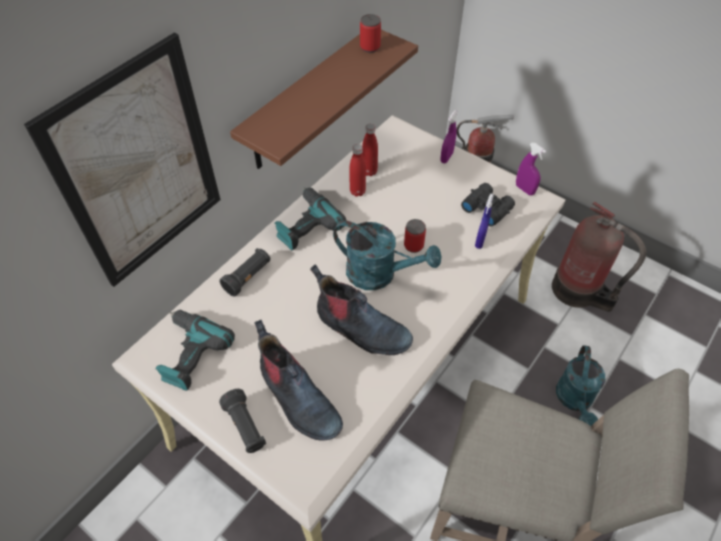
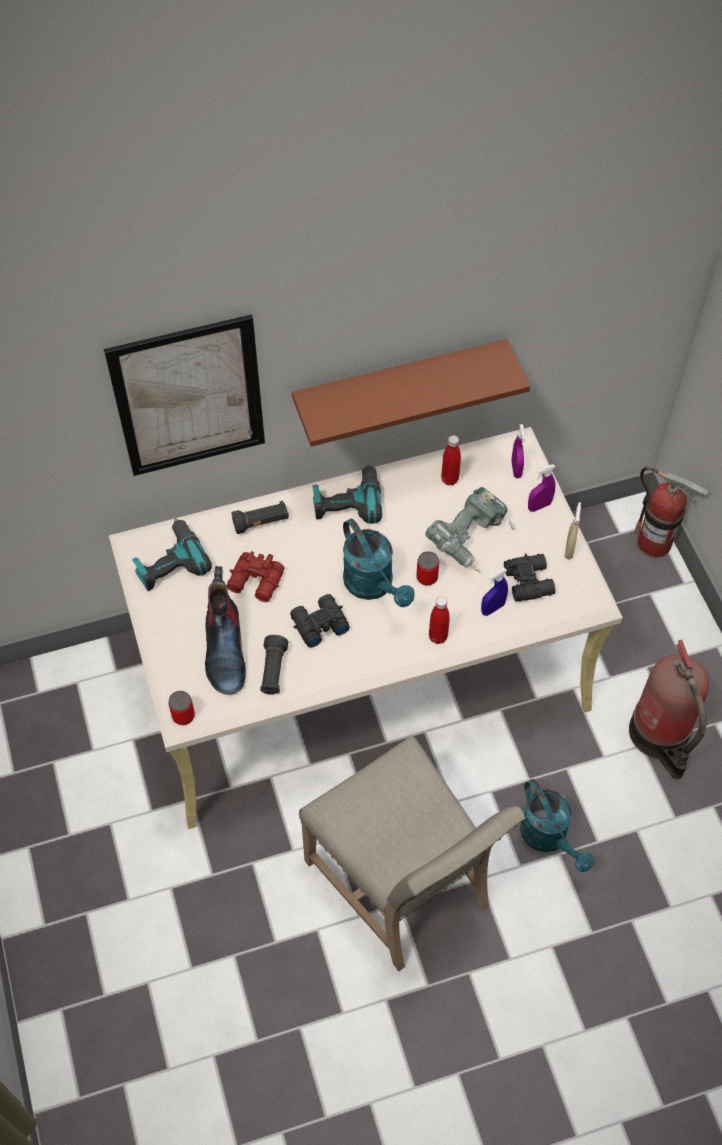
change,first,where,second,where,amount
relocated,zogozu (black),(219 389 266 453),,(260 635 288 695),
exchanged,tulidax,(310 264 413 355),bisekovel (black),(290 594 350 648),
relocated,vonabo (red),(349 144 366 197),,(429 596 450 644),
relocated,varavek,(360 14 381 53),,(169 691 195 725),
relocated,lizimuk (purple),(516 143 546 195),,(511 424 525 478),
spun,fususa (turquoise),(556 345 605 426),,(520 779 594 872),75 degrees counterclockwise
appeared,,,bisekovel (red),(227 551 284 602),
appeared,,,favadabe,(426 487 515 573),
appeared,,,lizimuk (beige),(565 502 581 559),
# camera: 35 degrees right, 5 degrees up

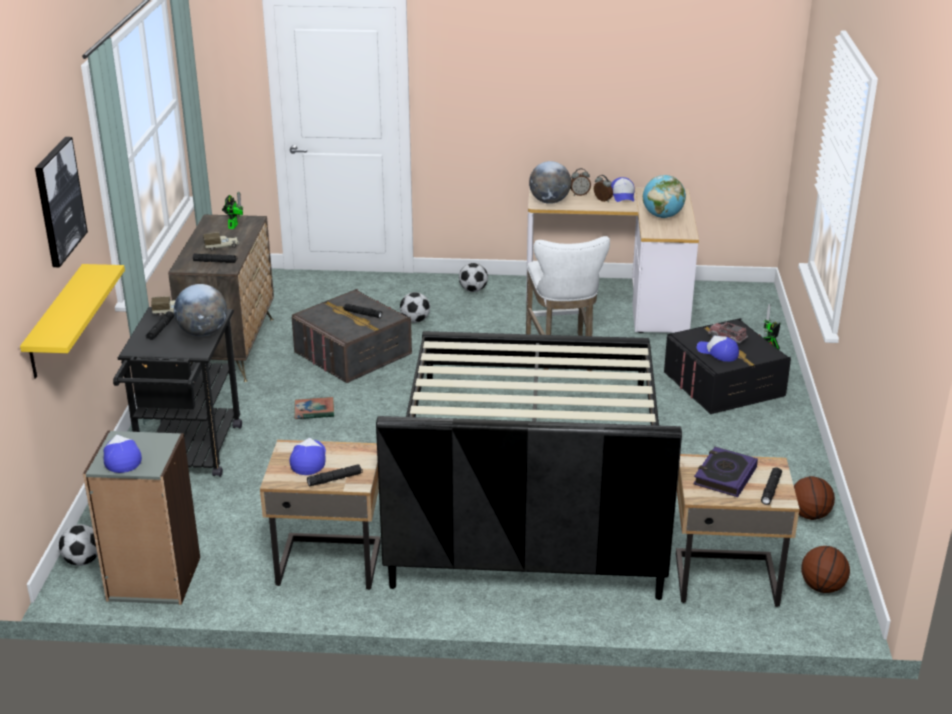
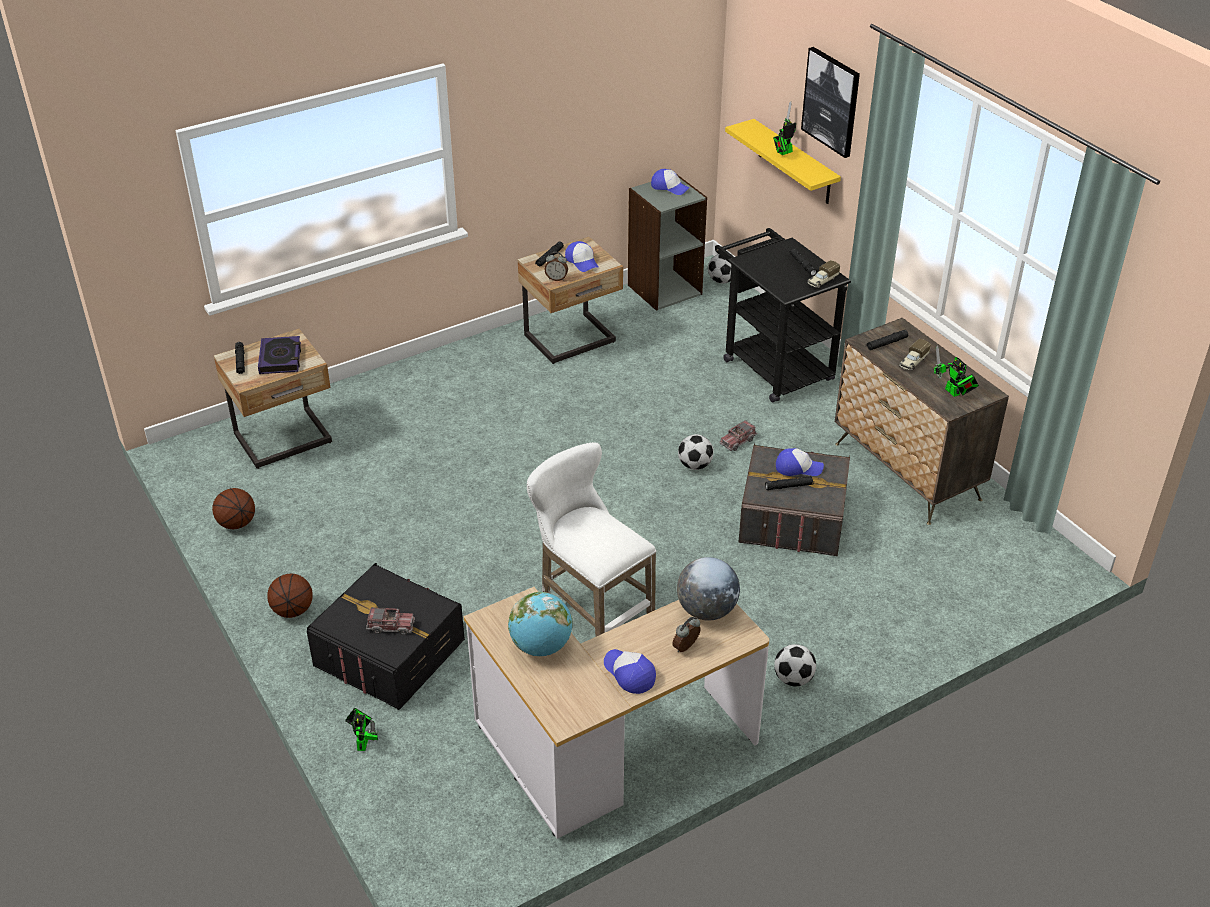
change,first,where,second,where,amount
missing,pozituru,(174 284 227 336),,,
exchanged,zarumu,(294 397 334 419),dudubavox,(720 420 757 451),
missing,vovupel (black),(376 331 682 600),,,
relocated,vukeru,(400 292 430 323),,(678 434 714 470),
relocated,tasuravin,(594 175 613 202),,(544 252 568 281),
relocated,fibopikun,(697 336 739 362),,(776 448 824 476),
relocated,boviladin,(801 546 850 593),,(267 574 313 618),
appeared,,,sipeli,(773 101 796 155),
# camera: 145 degrees right, 10 degrees up

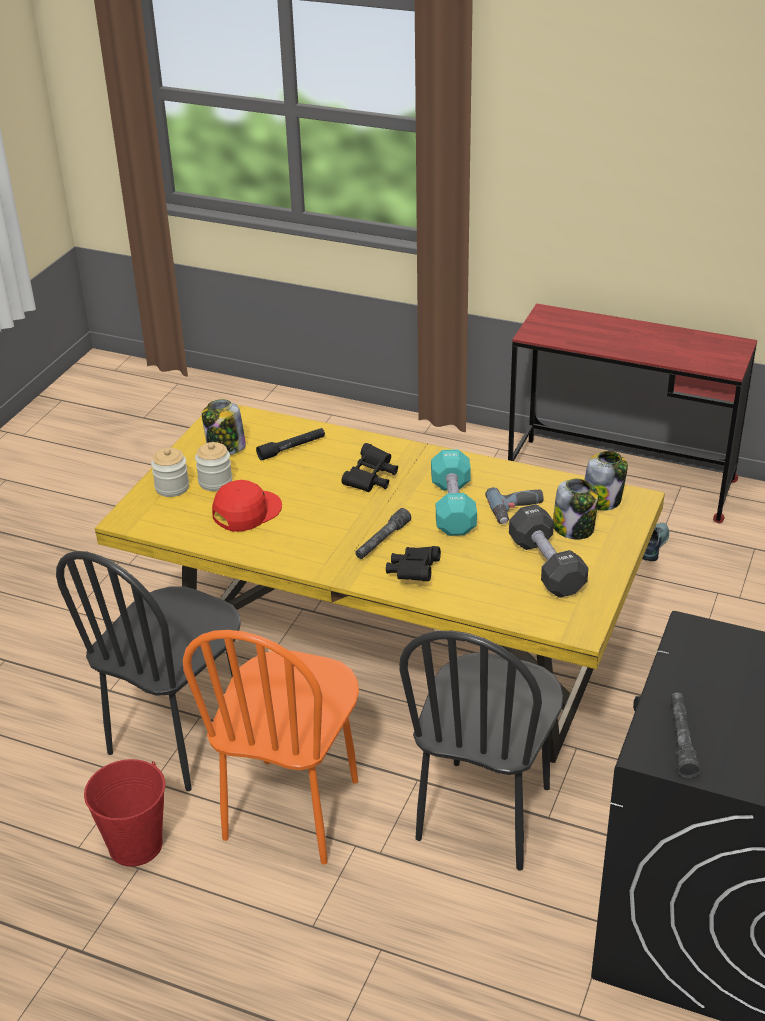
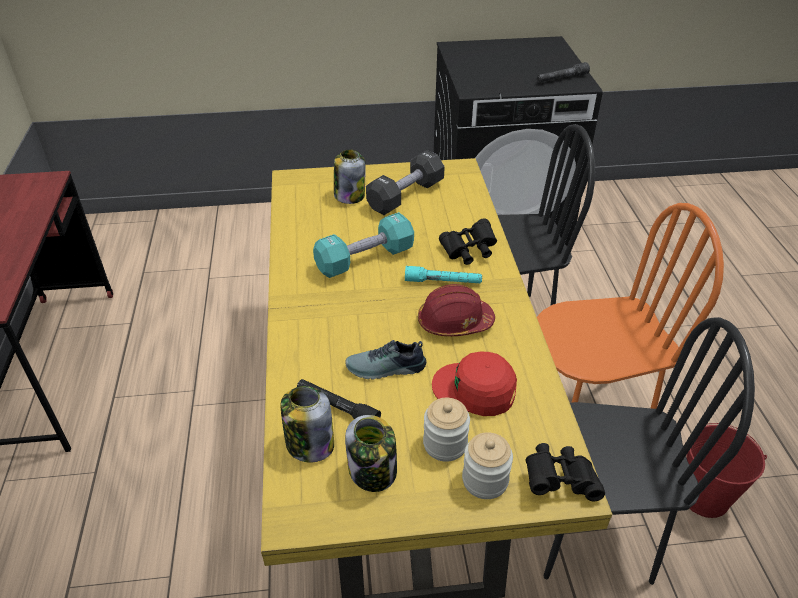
change,first,where,second,where,amount
relocated,bisekovel (black),(341 443 398 492),,(525 443 605 502),
colour,zogozu (grey),(355 508 411 559),zogozu (turquoise),(405 266 482 283),
missing,favadabe,(485 487 544 524),,,
relocated,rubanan,(584 451 628 511),,(280 386 334 462),
relocated,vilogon,(642 523 669 561),,(346 340 426 379),
appeared,,,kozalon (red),(418 284 495 336),
# camera: 120 degrees left, 5 degrees up

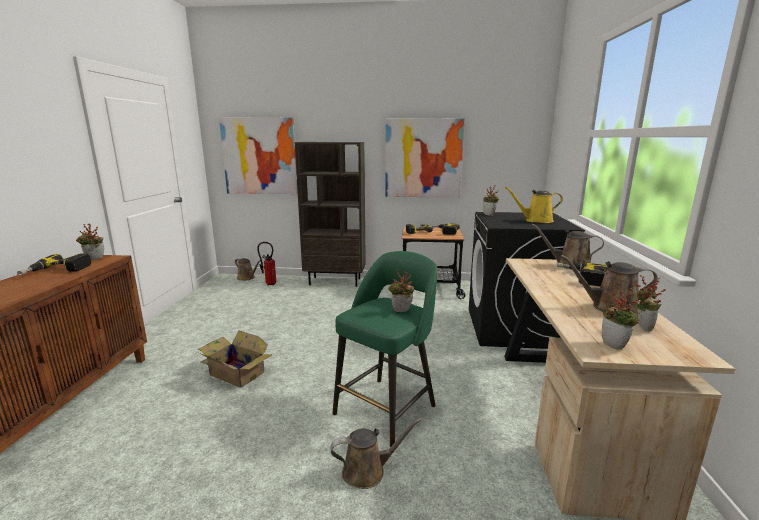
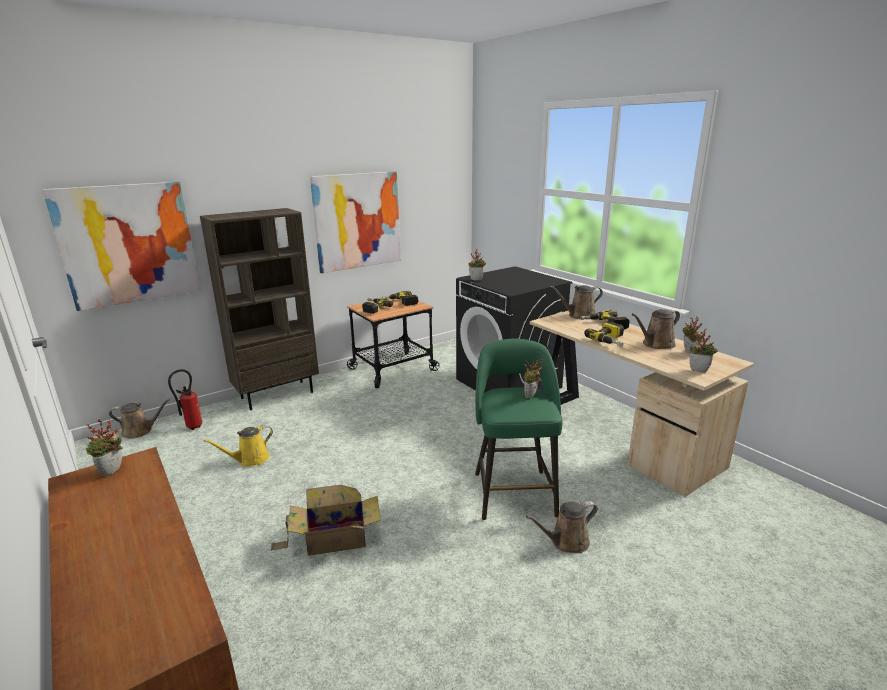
change,first,where,second,where,amount
relocated,favadabe,(17 253 91 276),,(584 321 624 347),
spun,fususa (brown),(331 419 421 489),,(526 501 597 553),150 degrees counterclockwise
relocated,fususa (yellow),(505 187 563 223),,(204 425 273 467),
# camera: 40 degrees left, 5 degrees up

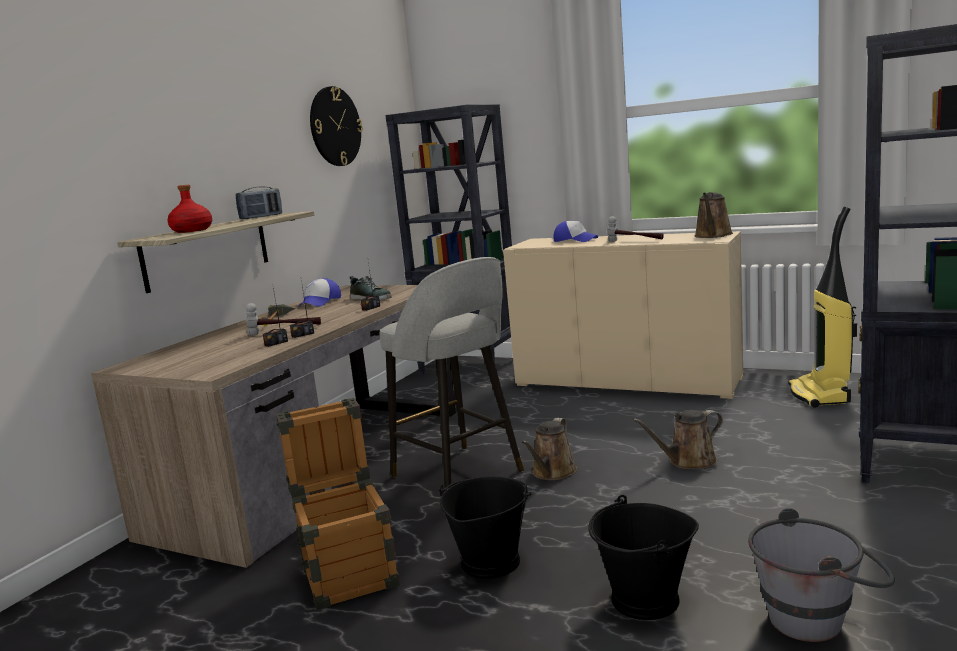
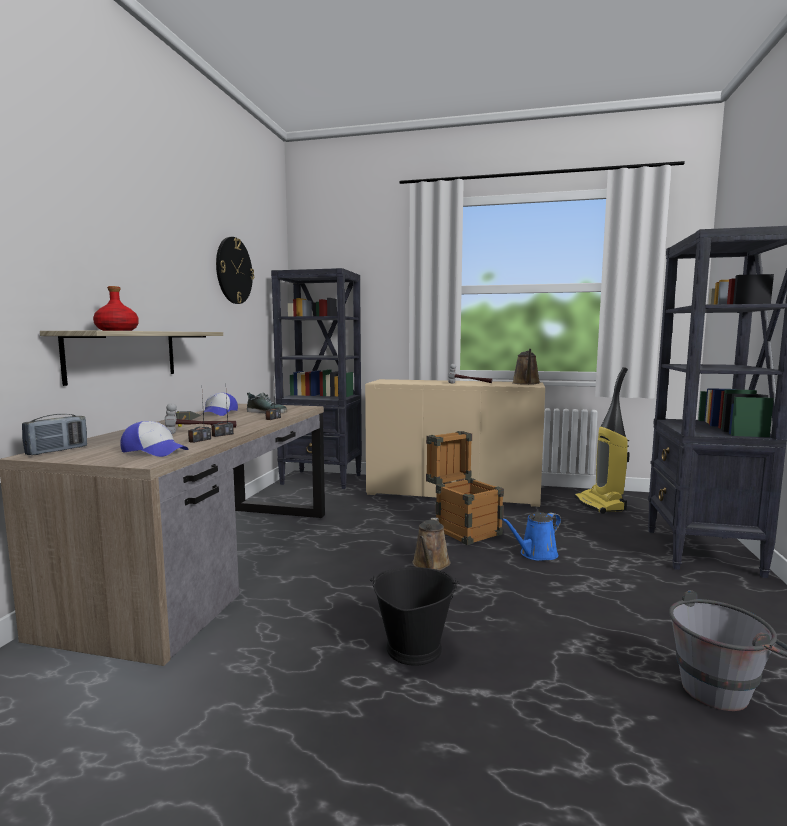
change,first,where,second,where,amount
relocated,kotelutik,(235 187 282 219),,(22 414 87 455),
relocated,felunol,(276 398 400 610),,(426 431 504 545),
missing,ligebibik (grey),(380 257 524 490),,,
relocated,fibopikun,(553 221 598 242),,(120 421 188 457),
missing,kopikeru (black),(588 495 699 620),,,
colour,fususa (brown),(632 410 723 469),fususa (blue),(501 512 561 561),
# camera: 15 degrees left, 5 degrees down

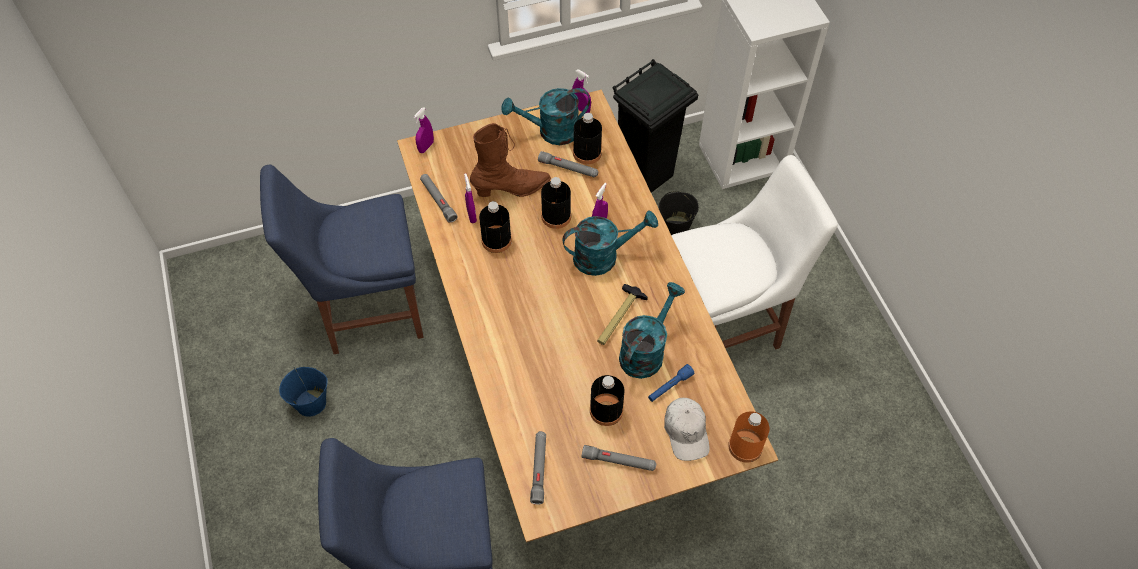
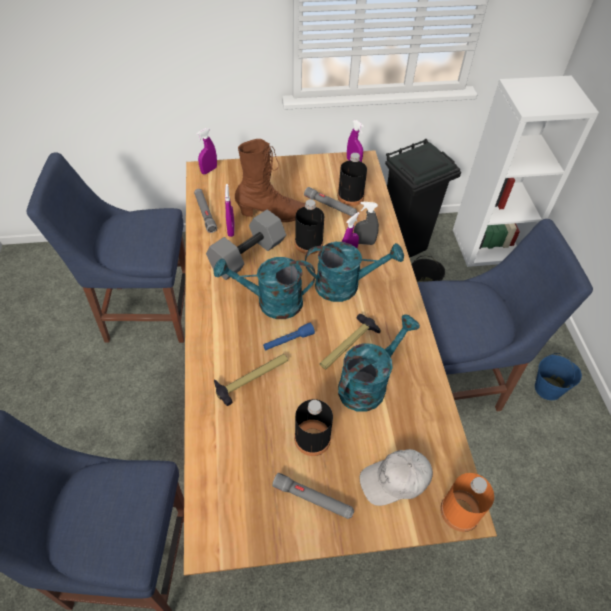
change,first,where,second,where,amount
relocated,kopikeru (blue),(279 367 328 417),,(535 353 582 400),
exchanged,vonabo (black),(479 201 512 253),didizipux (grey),(206 210 286 280),
relocated,fususa (turquoise),(502 88 590 145),,(214 257 315 319),
missing,zogozu (grey),(530 431 546 505),,,
relocated,zogozu (blue),(648 364 695 402),,(263 323 315 350),
spun,fibopikun (white),(664 398 710 461),,(360 449 433 506),75 degrees clockwise
colour,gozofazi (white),(671 155 838 349),gozofazi (blue),(417 219 593 412),
appeared,,,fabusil,(214 354 288 406),
appeared,,,lizimuk (grey),(354 202 379 245),
# camera: 10 degrees right, 5 degrees down

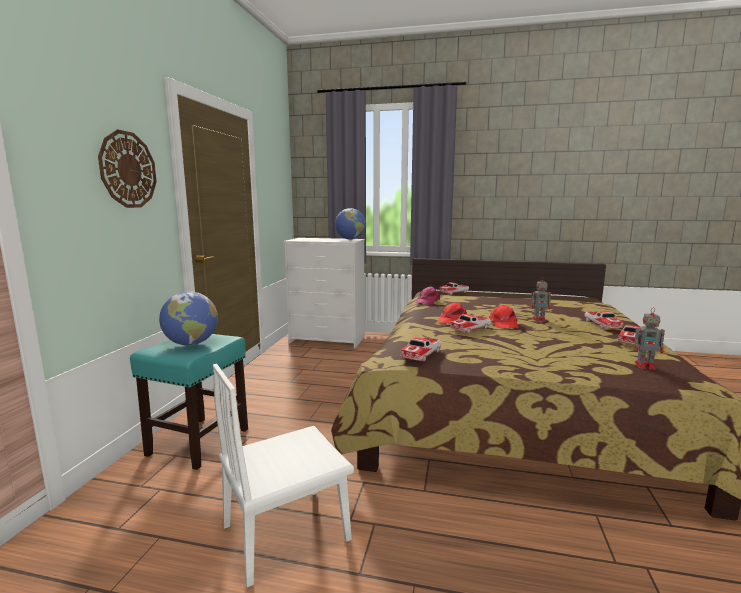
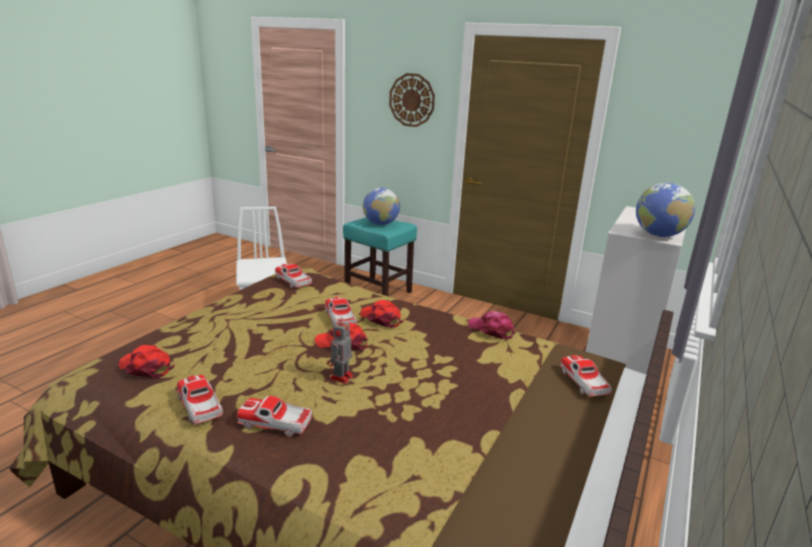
change,first,where,second,where,amount
exchanged,sipeli,(634 307 665 370),fibopikun (red),(118 345 174 378),
# camera: 105 degrees right, 10 degrees up

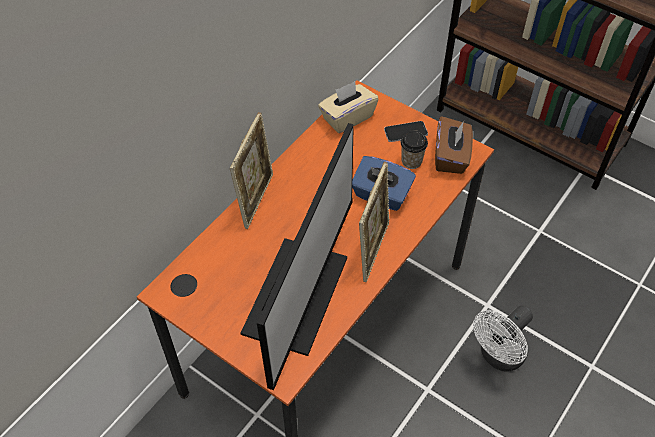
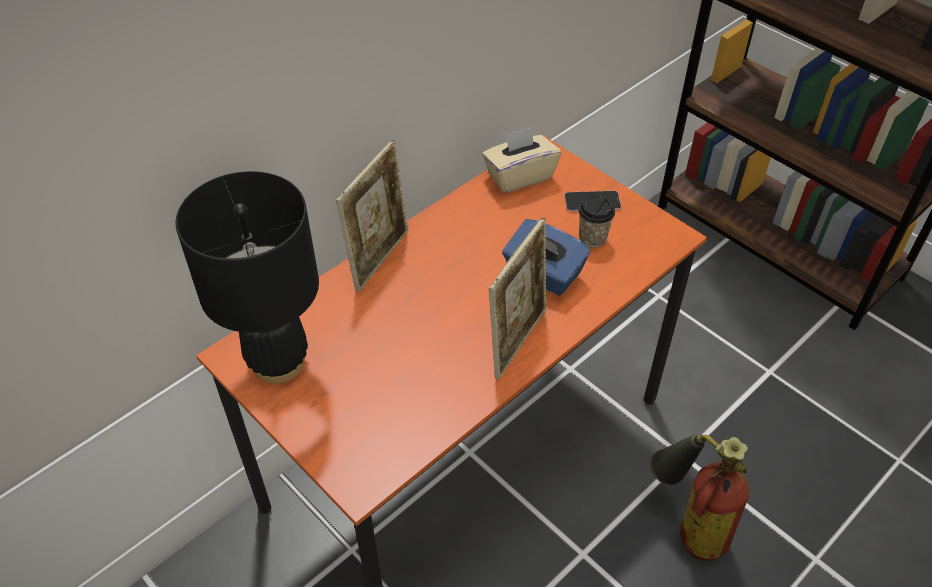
change,first,where,second,where,amount
missing,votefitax,(241 123 354 390),,,
missing,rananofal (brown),(435 116 473 174),,,
exchanged,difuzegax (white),(473 305 533 372),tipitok,(650 434 749 561),
appeared,,,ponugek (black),(175 171 319 384),
# camera: 10 degrees right, 5 degrees down

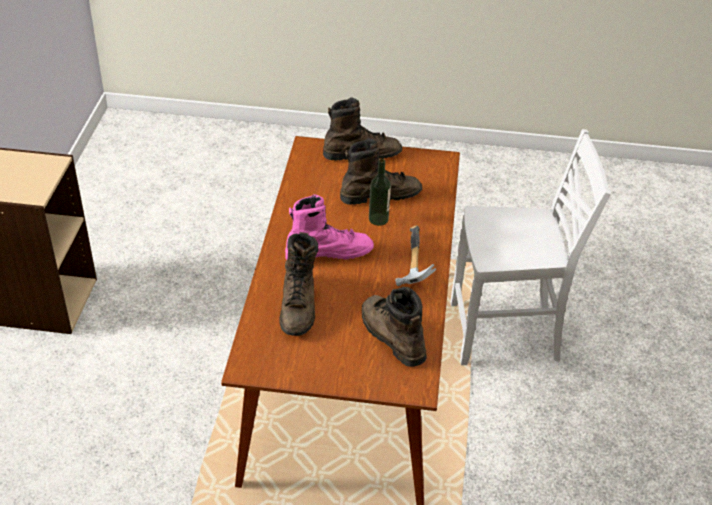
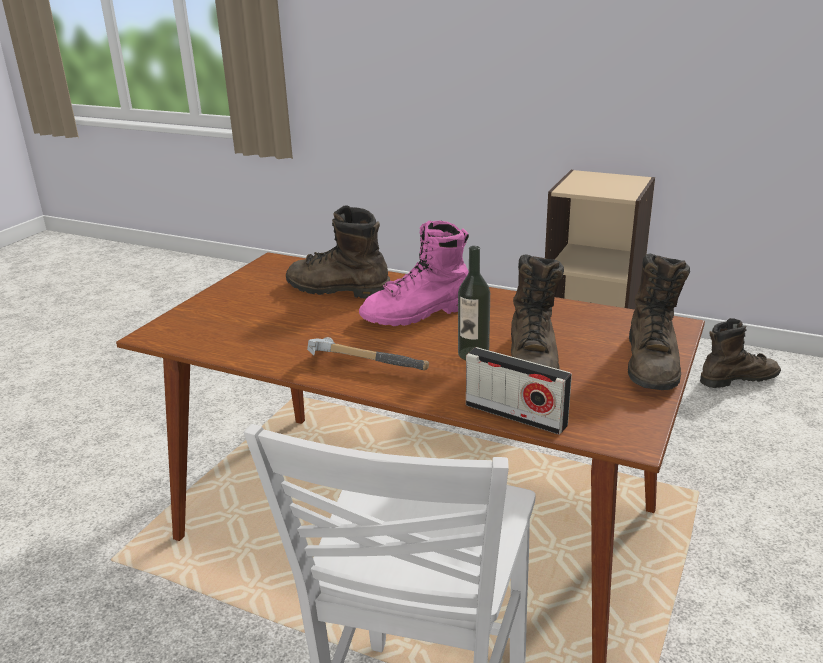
change,first,where,second,where,amount
spun,tulidax (pink),(285 194 374 260),,(359 221 469 326),60 degrees clockwise
relocated,tulidax (brown),(362 287 427 367),,(700 318 781 388),
appeared,,,kotelutik,(466 347 572 435),
# camera: 110 degrees right, 15 degrees down

